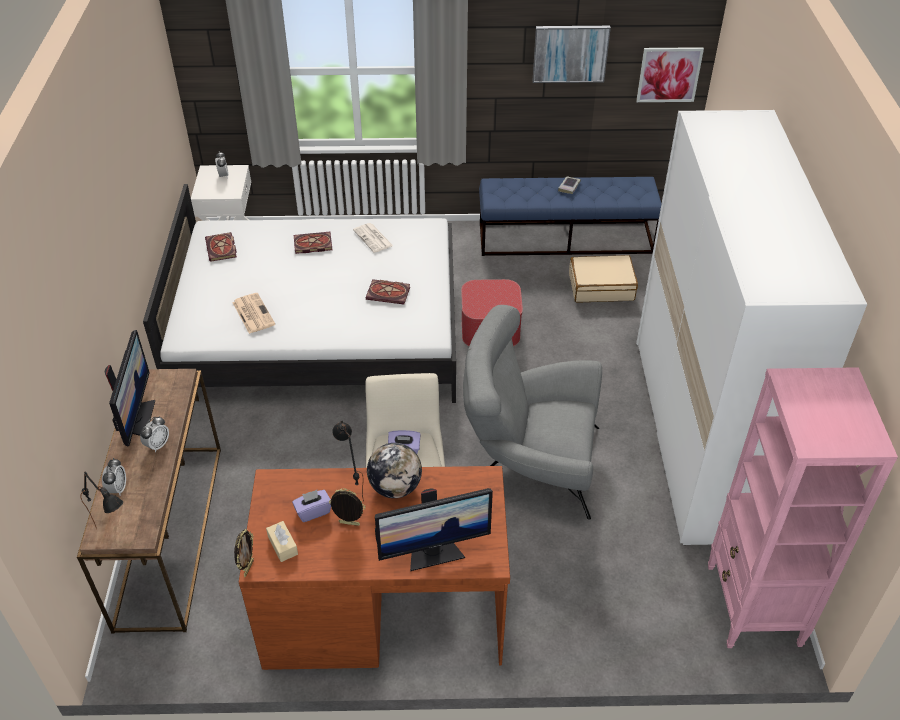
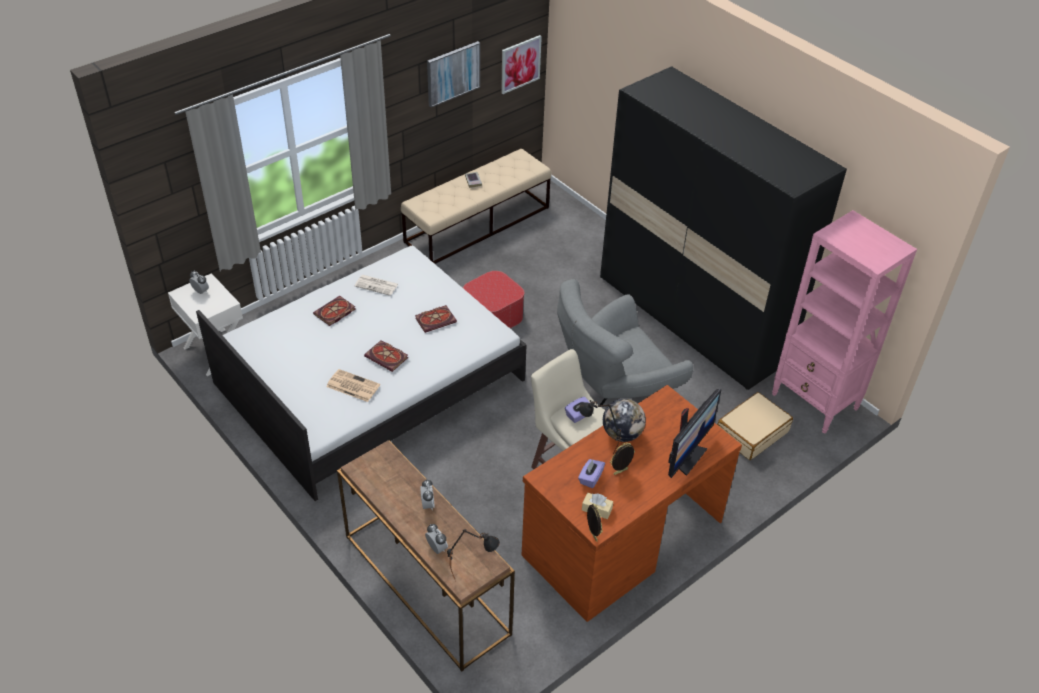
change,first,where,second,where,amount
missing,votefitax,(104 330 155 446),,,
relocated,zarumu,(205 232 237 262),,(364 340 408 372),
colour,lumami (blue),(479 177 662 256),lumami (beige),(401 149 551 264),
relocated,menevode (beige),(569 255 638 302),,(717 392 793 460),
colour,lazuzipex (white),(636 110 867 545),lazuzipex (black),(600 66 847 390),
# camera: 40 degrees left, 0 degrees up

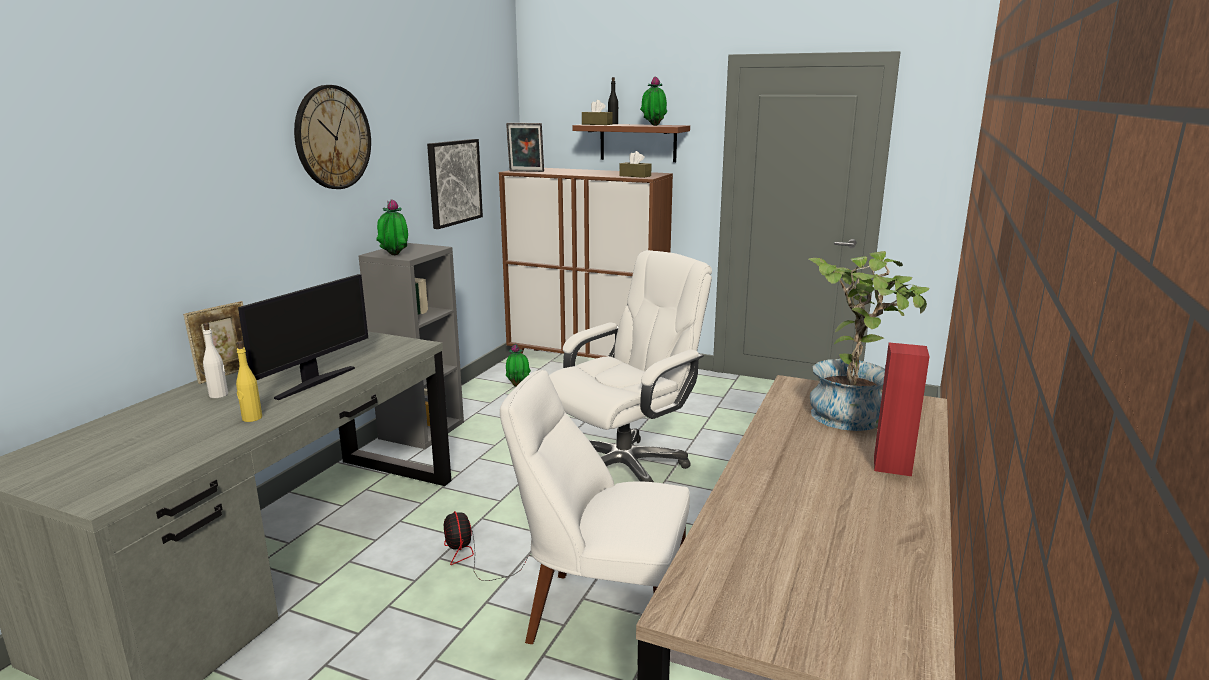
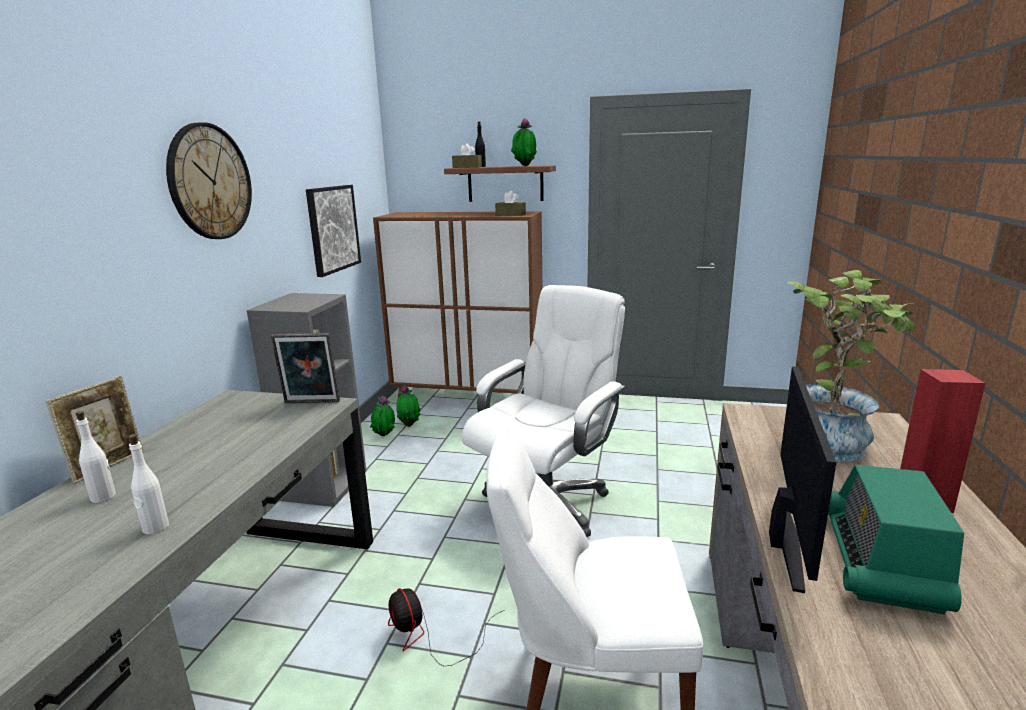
change,first,where,second,where,amount
colour,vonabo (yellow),(236 341 262 422),vonabo (white),(128 434 169 535),
relocated,votefitax,(238 274 368 400),,(769 367 836 593),
relocated,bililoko,(376 199 408 255),,(370 396 395 436),
relocated,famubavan,(506 123 544 172),,(271 333 340 403),
appeared,,,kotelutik,(828 465 964 614),
# camera: 10 degrees left, 0 degrees up

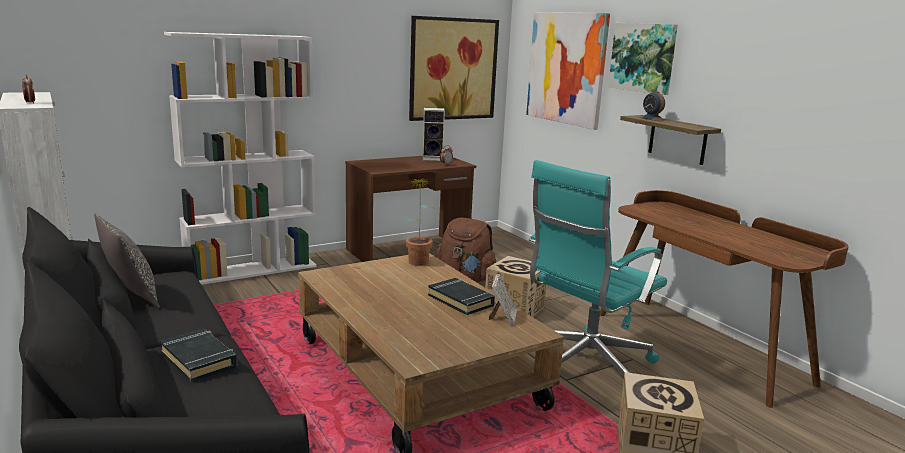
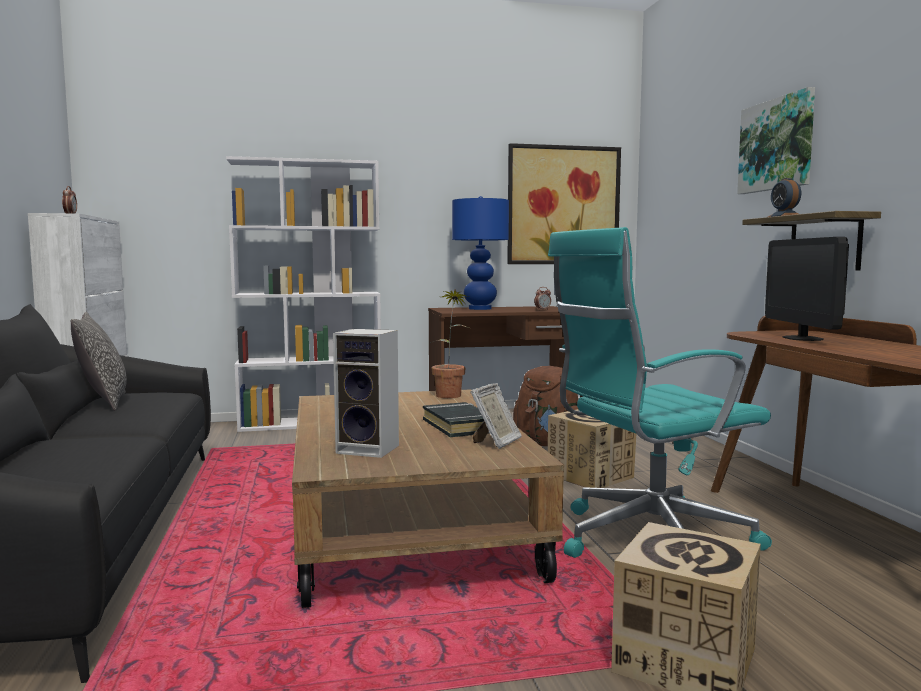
change,first,where,second,where,amount
missing,zarumu (black),(160 328 237 382),,,
relocated,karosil,(422 108 445 161),,(333 329 399 458),
missing,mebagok,(526 12 610 130),,,
appeared,,,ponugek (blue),(452 196 509 310),
appeared,,,votefitax,(765 237 849 341),
# camera: 20 degrees right, 10 degrees down

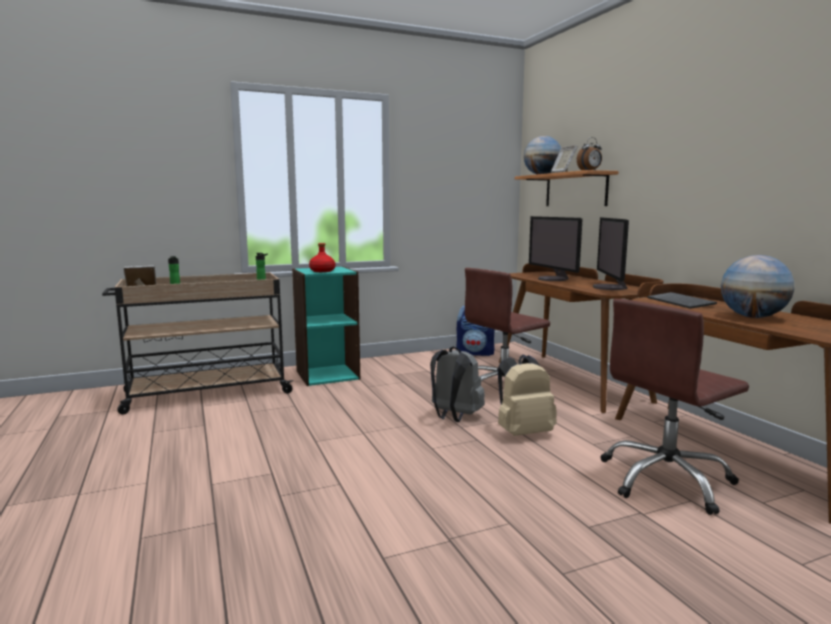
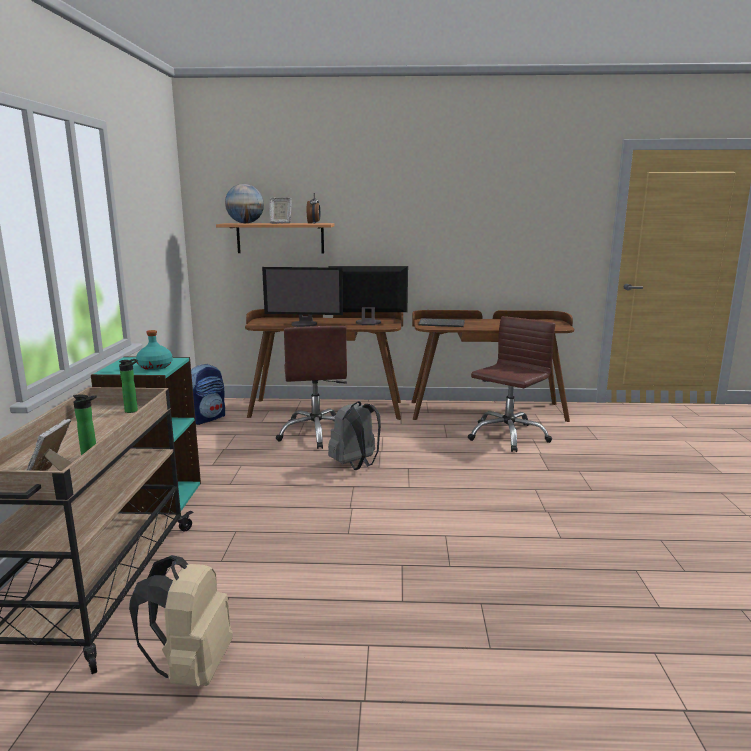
change,first,where,second,where,amount
colour,vonabo (red),(309 243 335 272),vonabo (turquoise),(136 330 172 370),
relocated,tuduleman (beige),(498 355 557 436),,(129 555 233 686),
spun,votefitax,(593 217 629 290),,(328 266 408 325),150 degrees clockwise
spun,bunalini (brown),(600 299 749 515),,(468 316 555 452),135 degrees counterclockwise
missing,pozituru,(721 255 794 318),,,
# camera: 65 degrees left, 5 degrees up

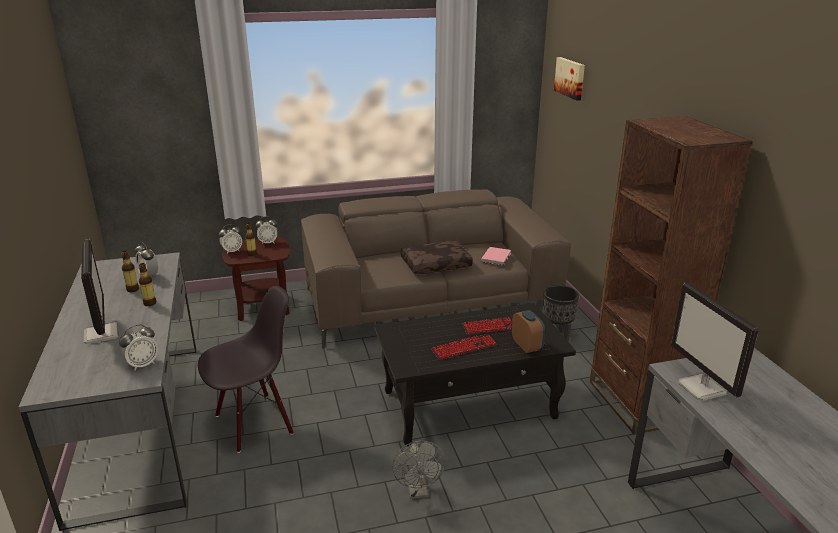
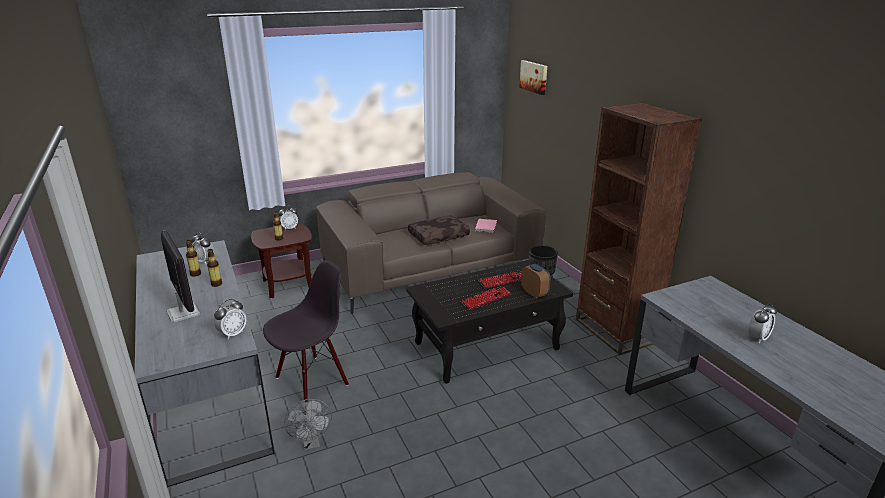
change,first,where,second,where,amount
relocated,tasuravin,(219 224 242 254),,(748 303 777 343),
relocated,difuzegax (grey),(392 441 445 499),,(285 399 332 451),
missing,votefitax,(671 282 759 401),,,
# camera: 10 degrees left, 0 degrees up

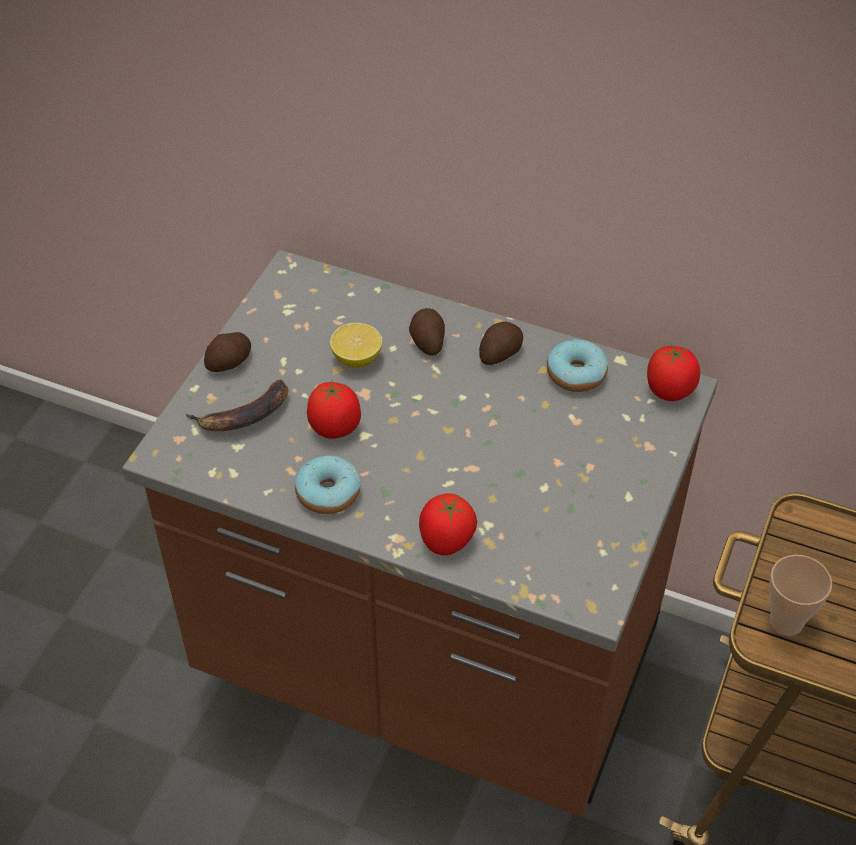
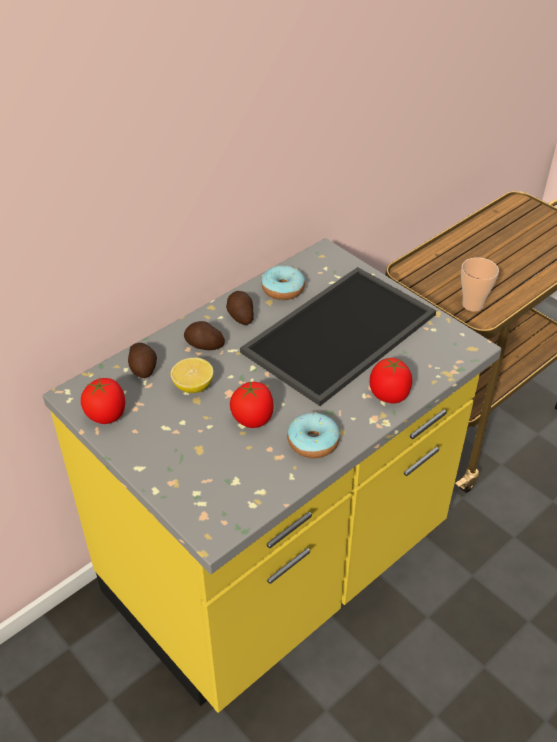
change,first,where,second,where,amount
colour,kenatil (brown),(122 250 718 818),kenatil (yellow),(43 238 502 713),
missing,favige,(185 379 288 431),,,
relocated,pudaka,(204 332 251 372),,(128 343 157 378),
relocated,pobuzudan,(647 344 700 401),,(81 378 125 424),
appeared,,,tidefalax,(240 267 436 406),
# camera: 65 degrees left, 5 degrees down

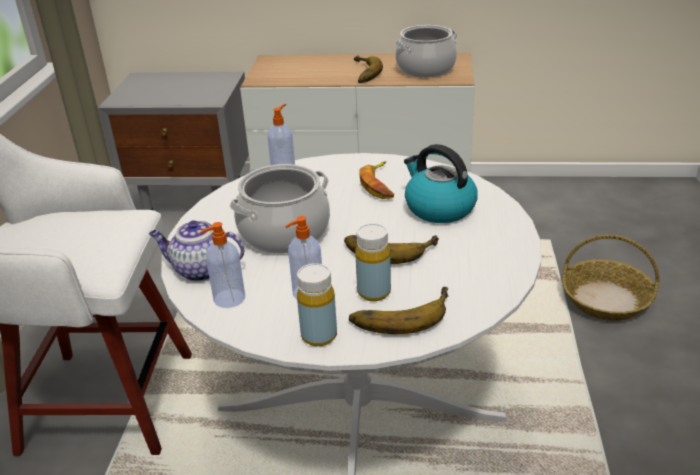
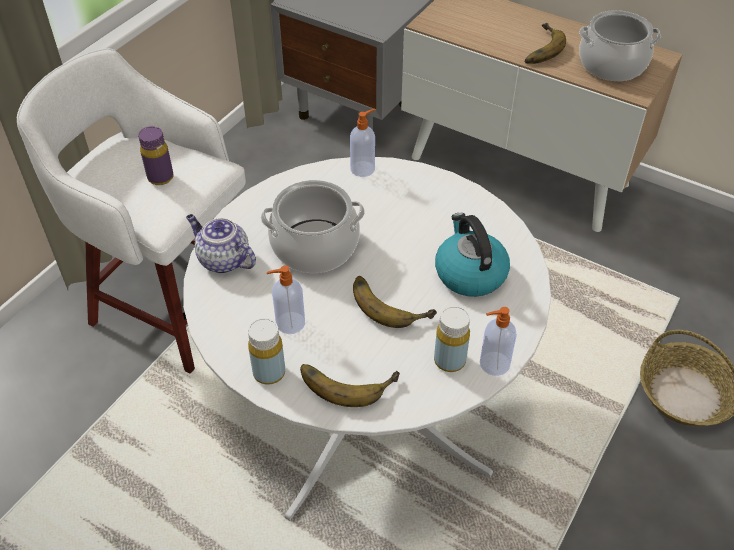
change,first,where,second,where,amount
relocated,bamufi,(200 222 245 308),,(480 307 517 376),
relocated,vonabo (yellow),(355 223 391 301),,(434 306 470 372),
missing,favige,(359 161 394 199),,,
appeared,,,vonabo (purple),(138 126 174 185),
# camera: 25 degrees right, 15 degrees up

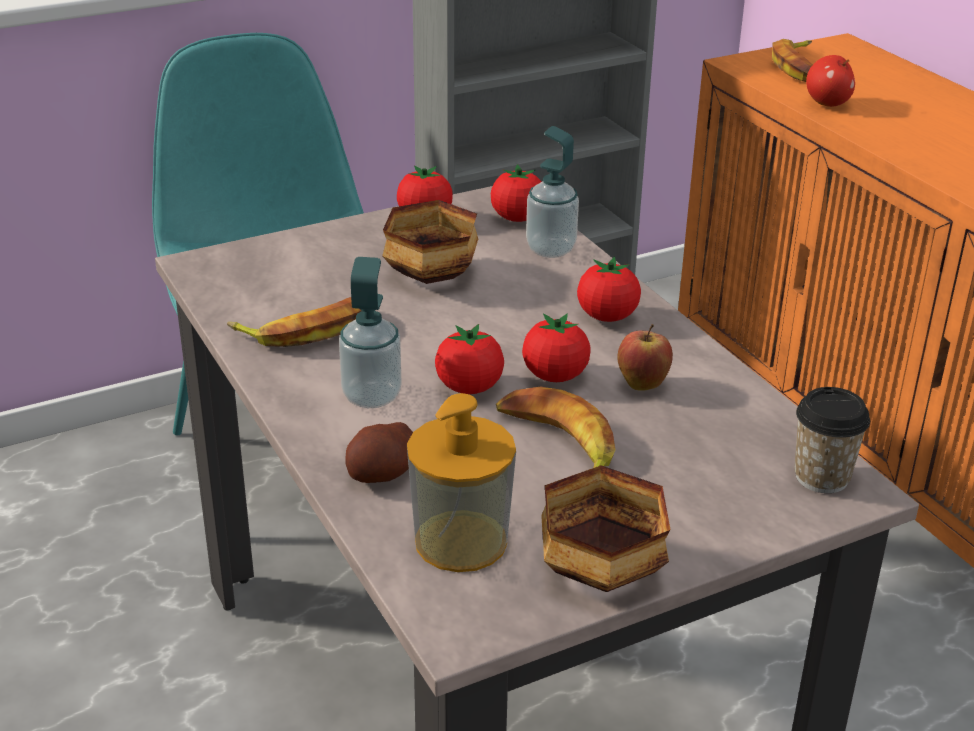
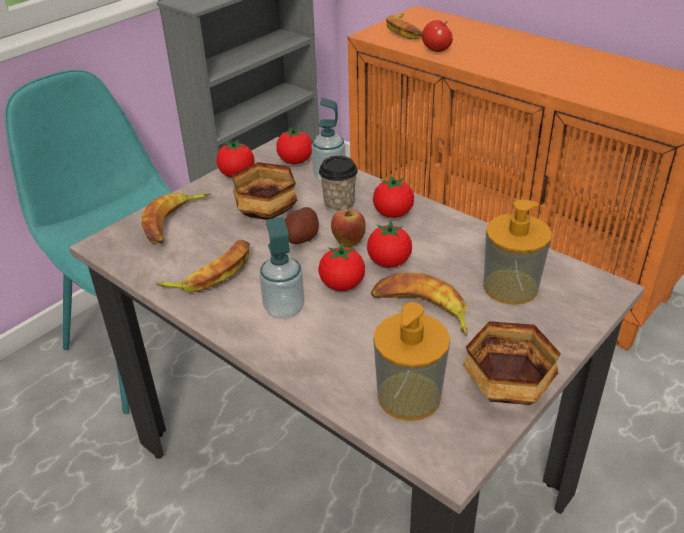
change,first,where,second,where,amount
relocated,pudaka,(345 422 413 483),,(285 207 319 244),
relocated,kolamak,(617 324 673 391),,(331 205 366 247),
relocated,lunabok,(795 387 870 493),,(319 156 358 213),
appeared,,,favige,(142 193 211 244),
appeared,,,bamufi,(484 200 552 305),
# camera: 20 degrees left, 5 degrees up

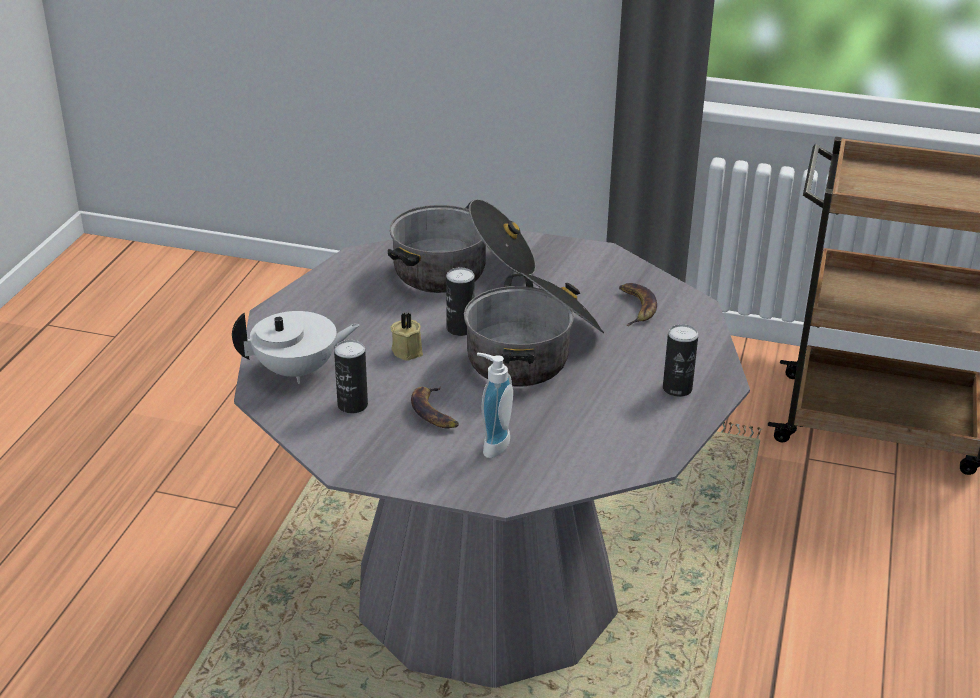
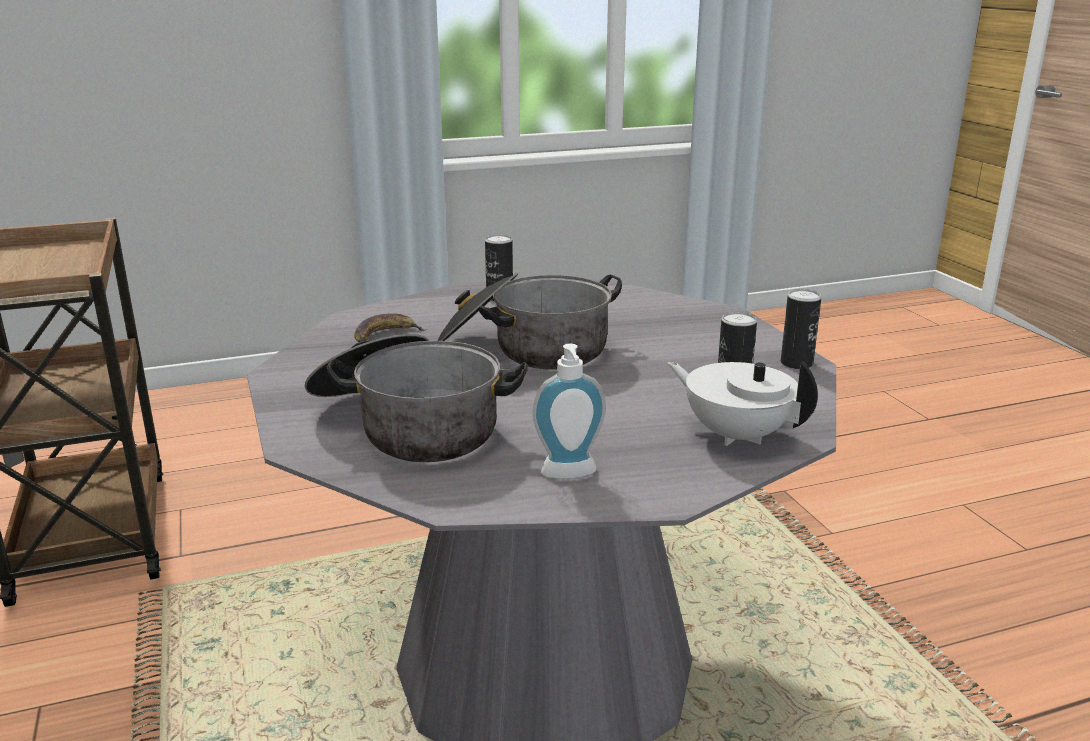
change,first,where,second,where,amount
missing,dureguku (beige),(391 313 423 361),,,
missing,favige,(411 386 459 428),,,
relocated,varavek,(446 267 475 336),,(781 289 822 369),
relocated,bamufi,(477 353 513 458),,(533 344 606 479),
# camera: 125 degrees left, 10 degrees down

